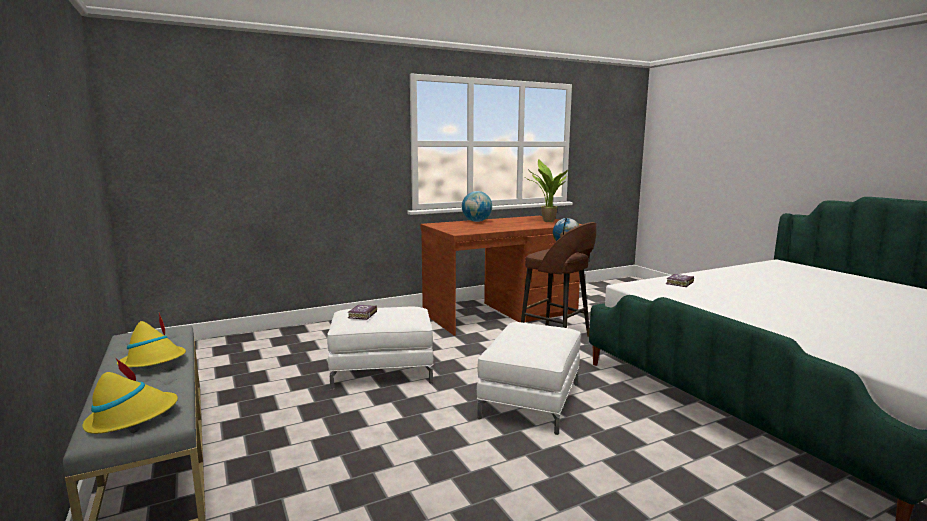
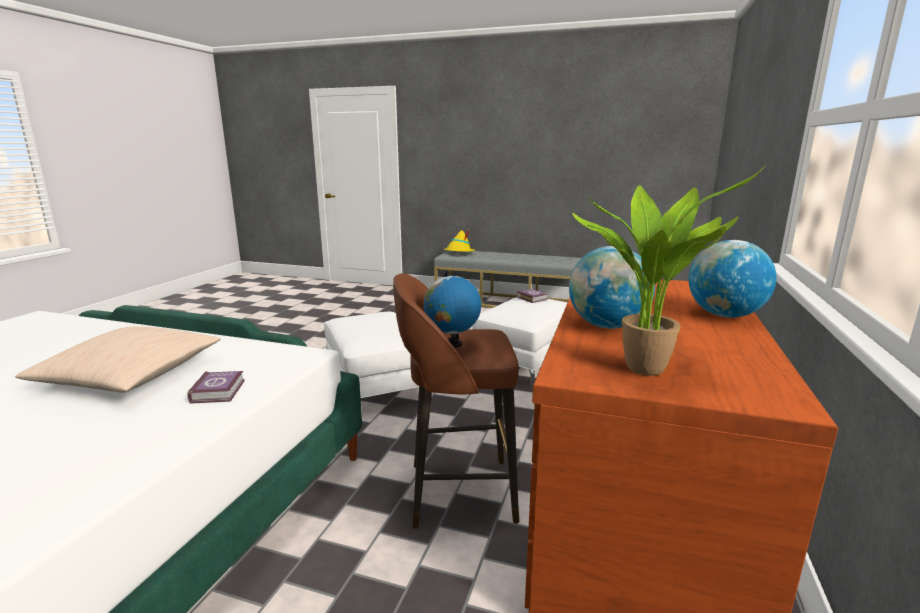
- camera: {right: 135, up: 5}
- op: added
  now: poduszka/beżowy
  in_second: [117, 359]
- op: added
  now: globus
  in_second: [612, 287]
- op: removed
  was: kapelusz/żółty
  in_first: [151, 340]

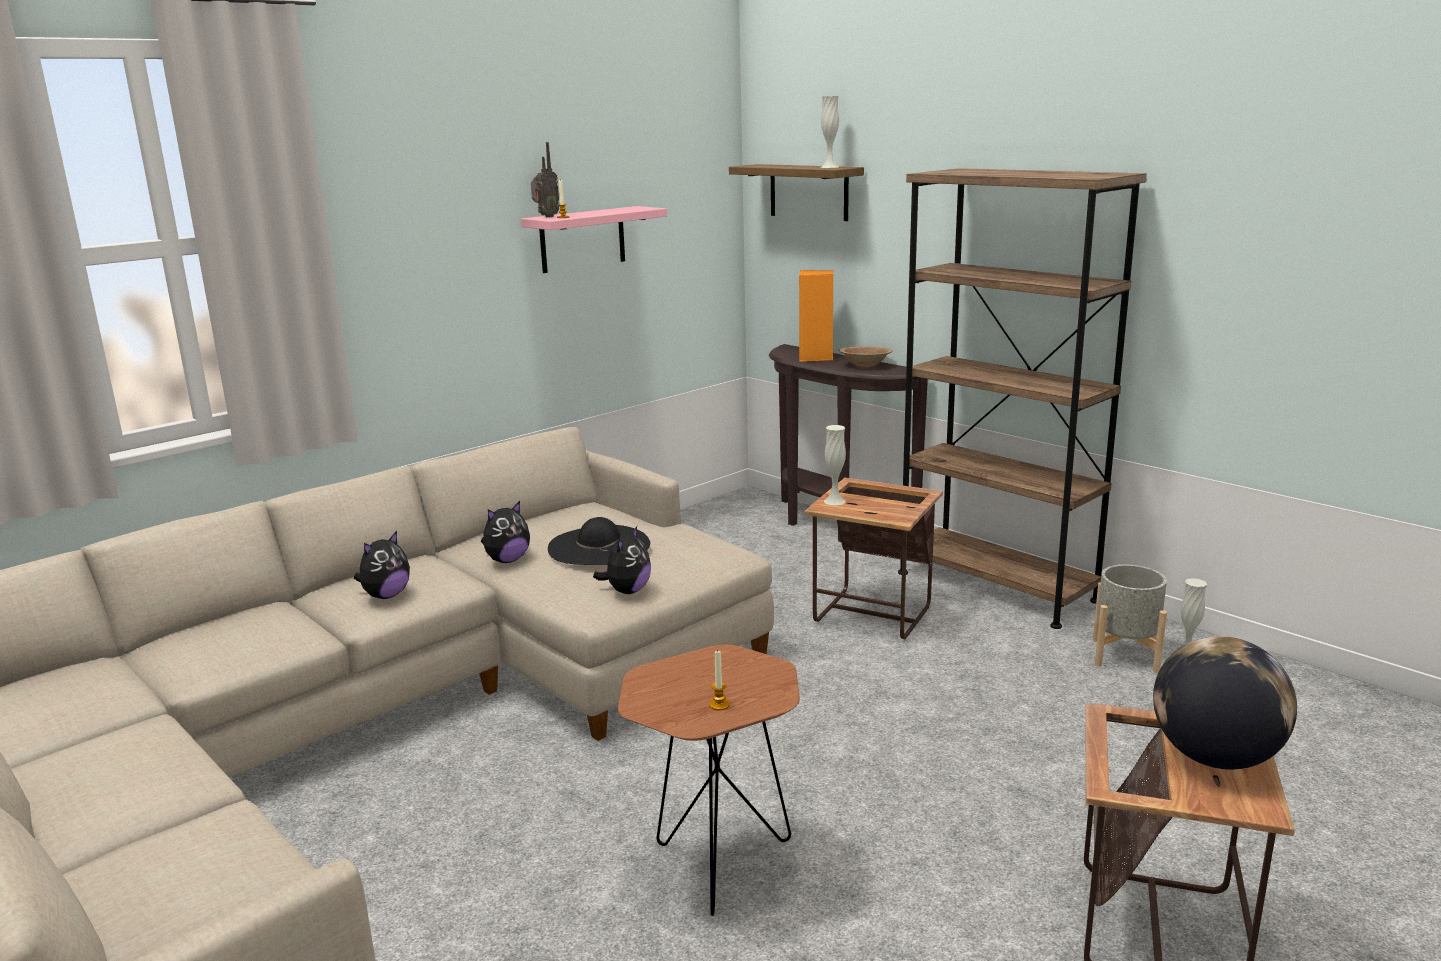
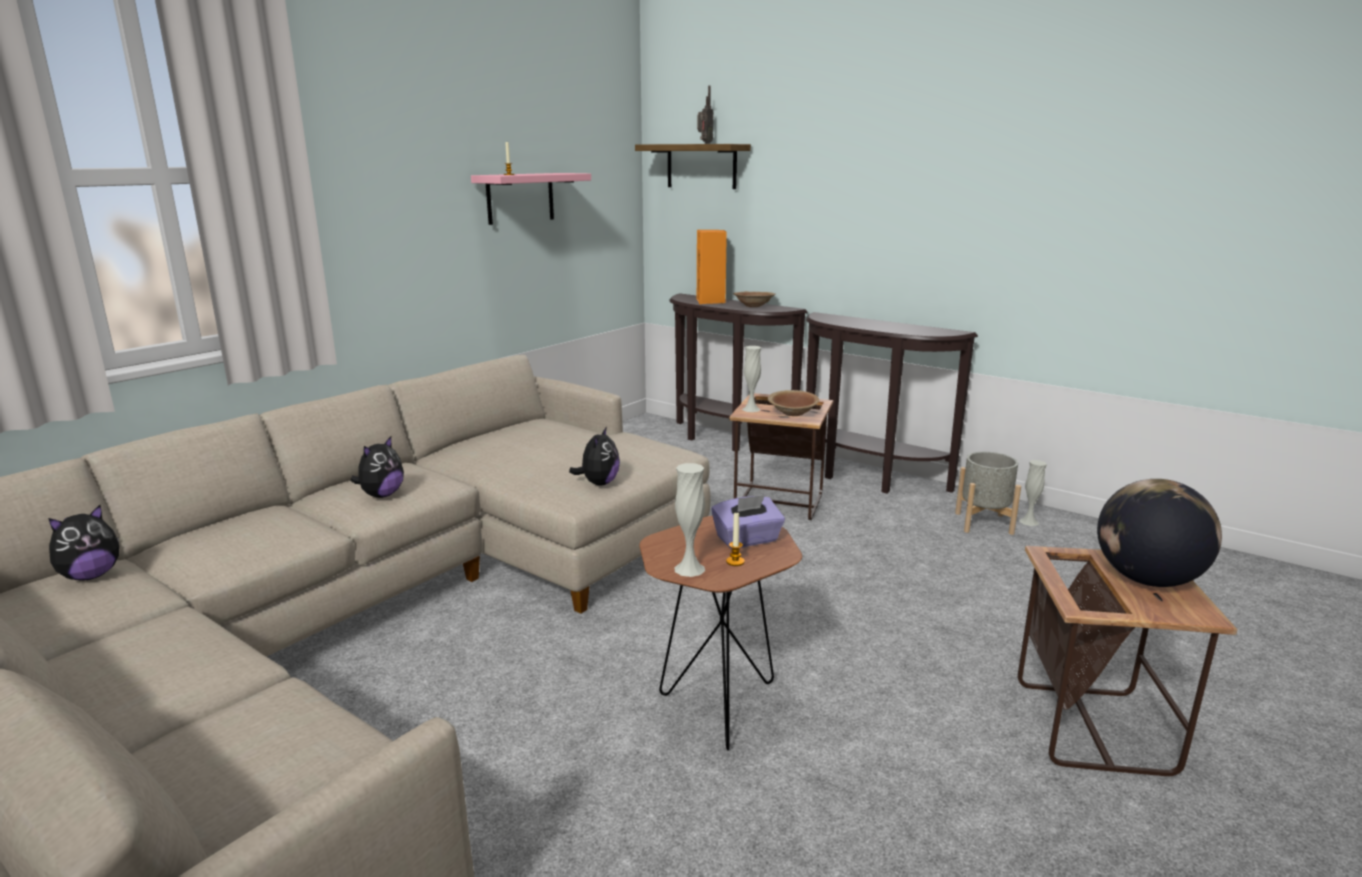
- camera: {right: -10, up: 0}
- op: moved
  was: pluszak
  in_first: [505, 532]
  in_second: [84, 543]
- op: moved
  was: wazon/biały
  in_first: [829, 132]
  in_second: [689, 520]
- op: moved
  was: radio
  in_first: [545, 179]
  in_second: [705, 115]
- op: added
  now: pudełko chusteczek/fioletowy
  in_second: [748, 522]
- op: added
  now: miska/brązowy
  in_second: [793, 403]
- op: replaced
  was: regał/brązowy
  now: stolik konsolowy/brązowy
  in_first: [1022, 398]
  in_second: [892, 403]
- op: removed
  was: kapelusz/czarny
  in_first: [599, 541]

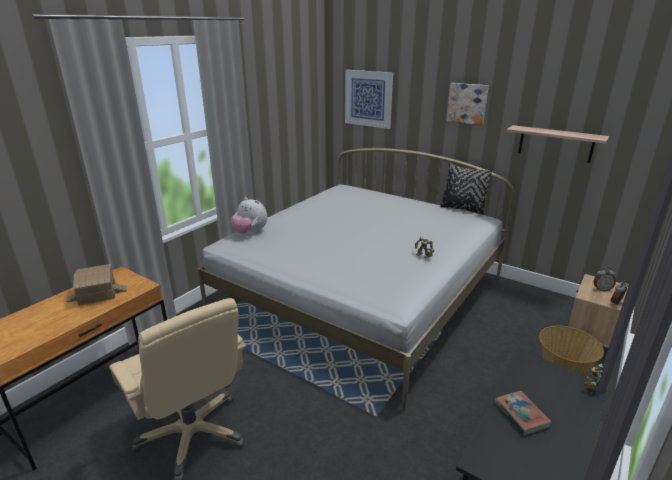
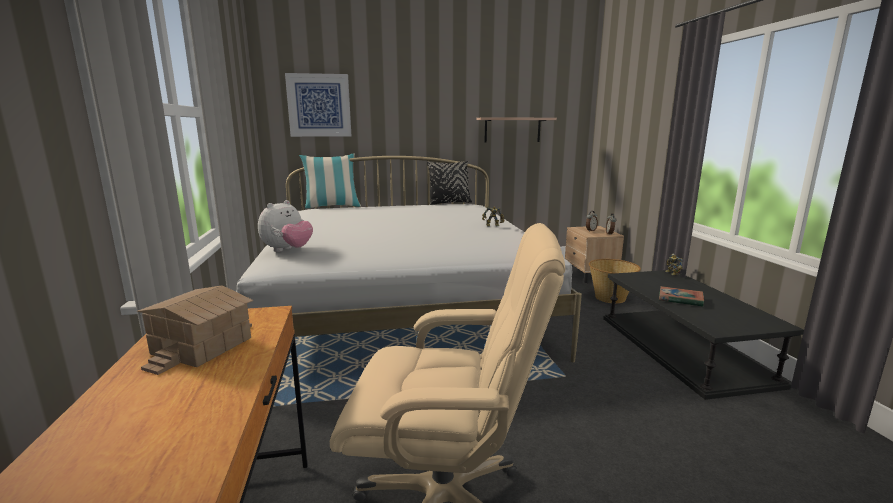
- camera: {right: -45, up: -10}
- op: turned
  was: pluszak
  in_first: [249, 215]
  in_second: [285, 226]
  clockwise: -45
- op: added
  now: poduszka
  in_second: [330, 180]
- op: removed
  was: obraz
  in_first: [467, 104]

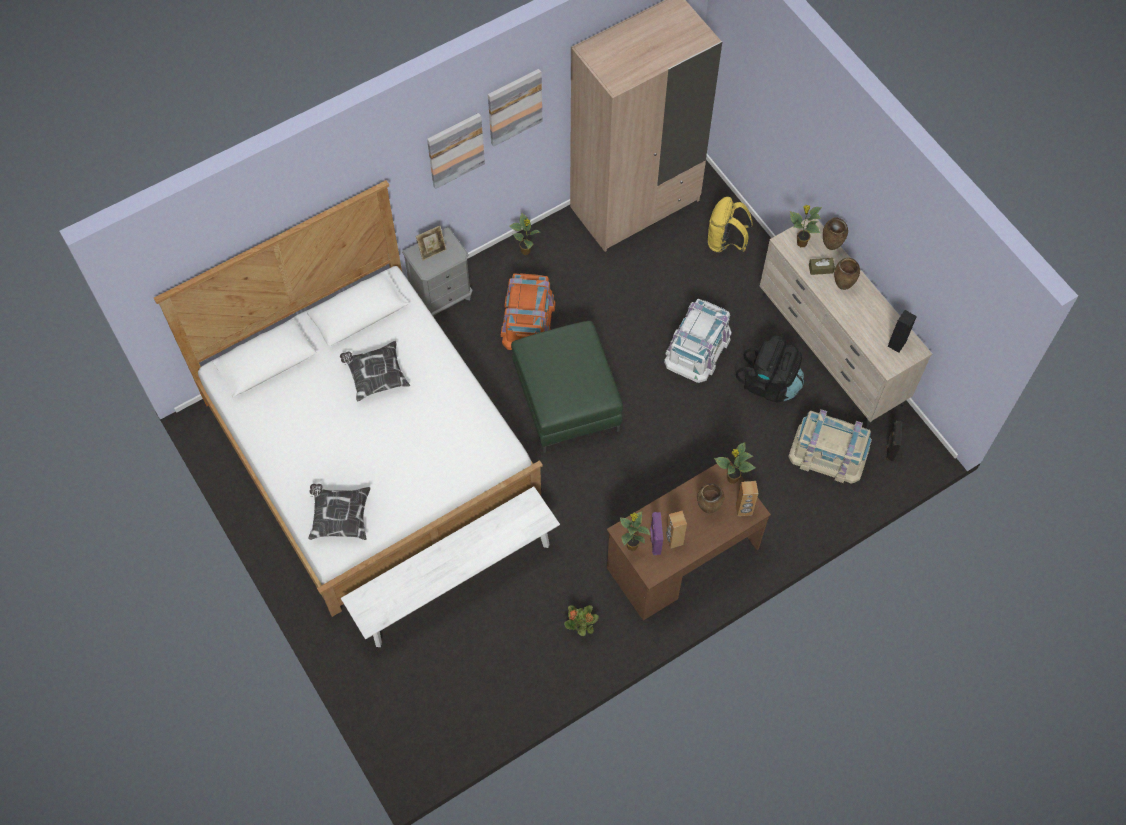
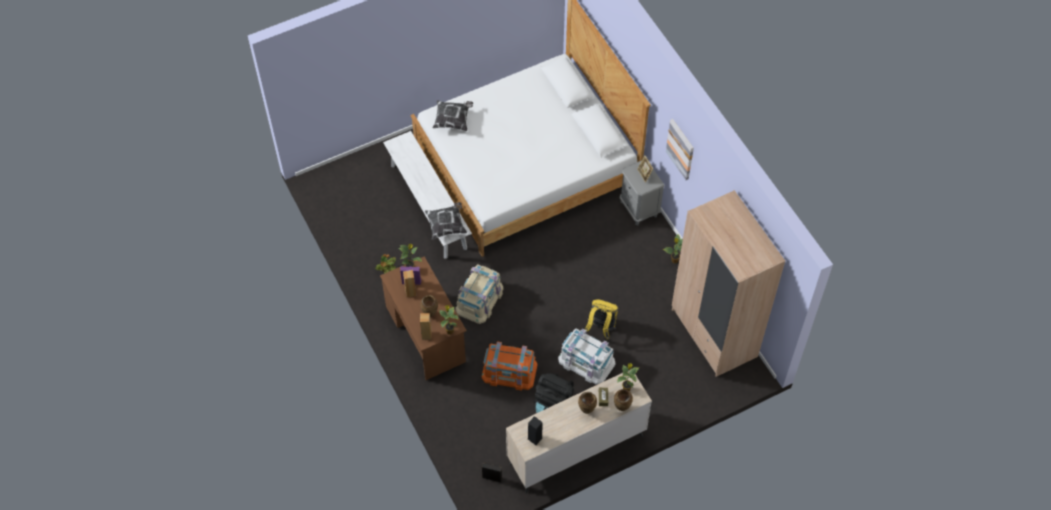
- camera: {right: 95, up: -5}
- op: moved
  was: poduszka
  in_first: [375, 371]
  in_second: [446, 221]
- op: moved
  was: pojemnik do przechowywania/beżowy
  in_first: [830, 446]
  in_second: [479, 294]
- op: moved
  was: pojemnik do przechowywania/pomarańczowy
  in_first: [528, 311]
  in_second: [509, 366]
- op: moved
  was: plecak/żółty
  in_first: [730, 225]
  in_second: [601, 319]
- op: removed
  was: obraz
  in_first: [515, 108]
- op: removed
  was: pufa/zielony
  in_first: [567, 387]

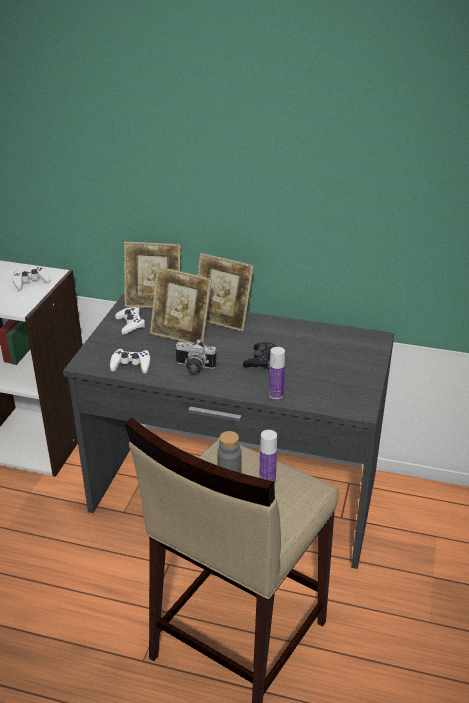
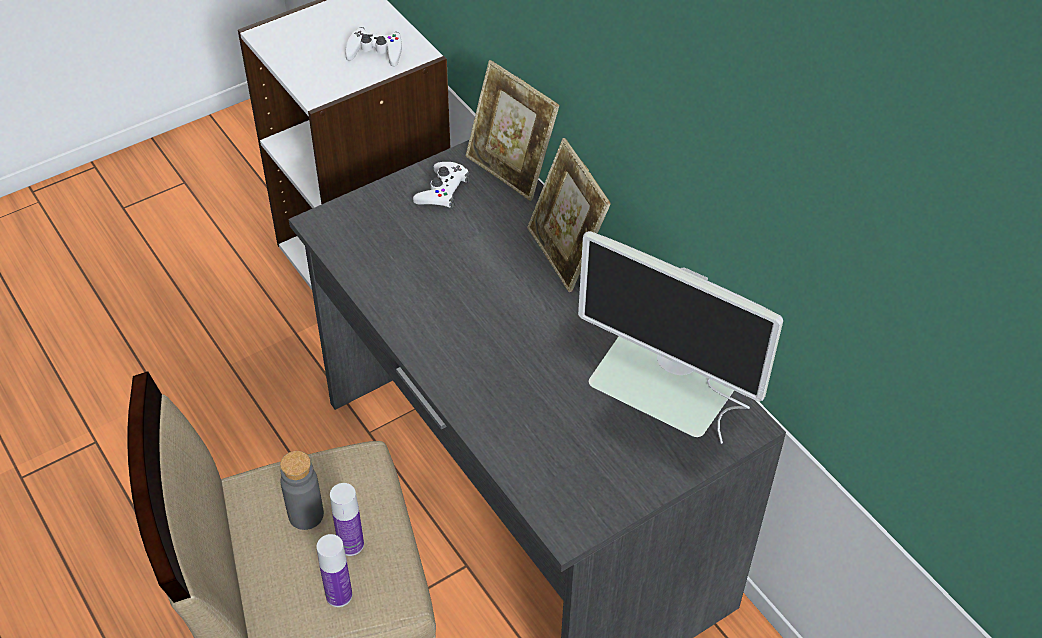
- camera: {right: 40, up: 15}
- op: moved
  was: butelka
  in_first: [277, 373]
  in_second: [334, 570]
- op: added
  now: monitor
  in_second: [680, 337]
- op: removed
  was: pad do gier/biały
  in_first: [130, 361]
- op: removed
  was: ramka na zdjęcie
  in_first: [181, 305]
- op: removed
  was: aparat fotograficzny
  in_first: [196, 357]
- op: removed
  was: pad do gier/czarny
  in_first: [260, 355]

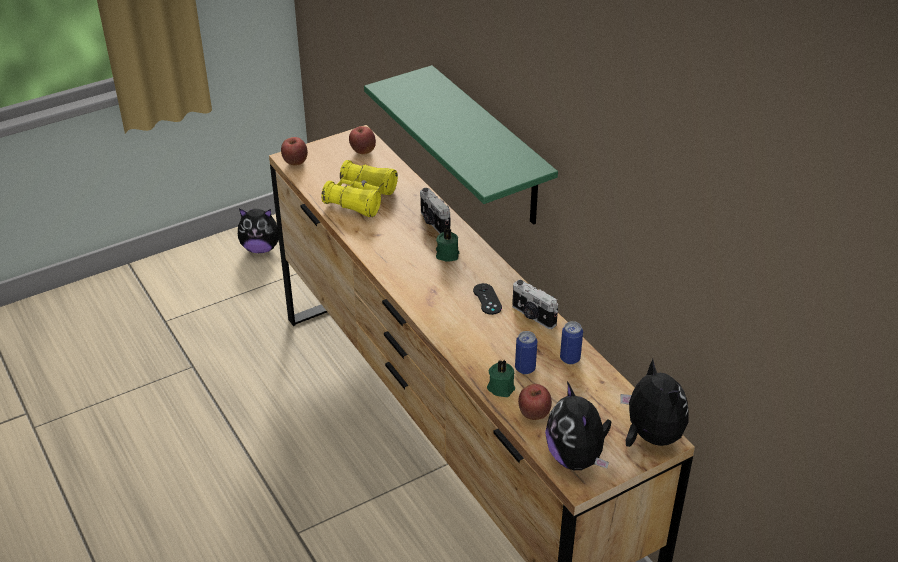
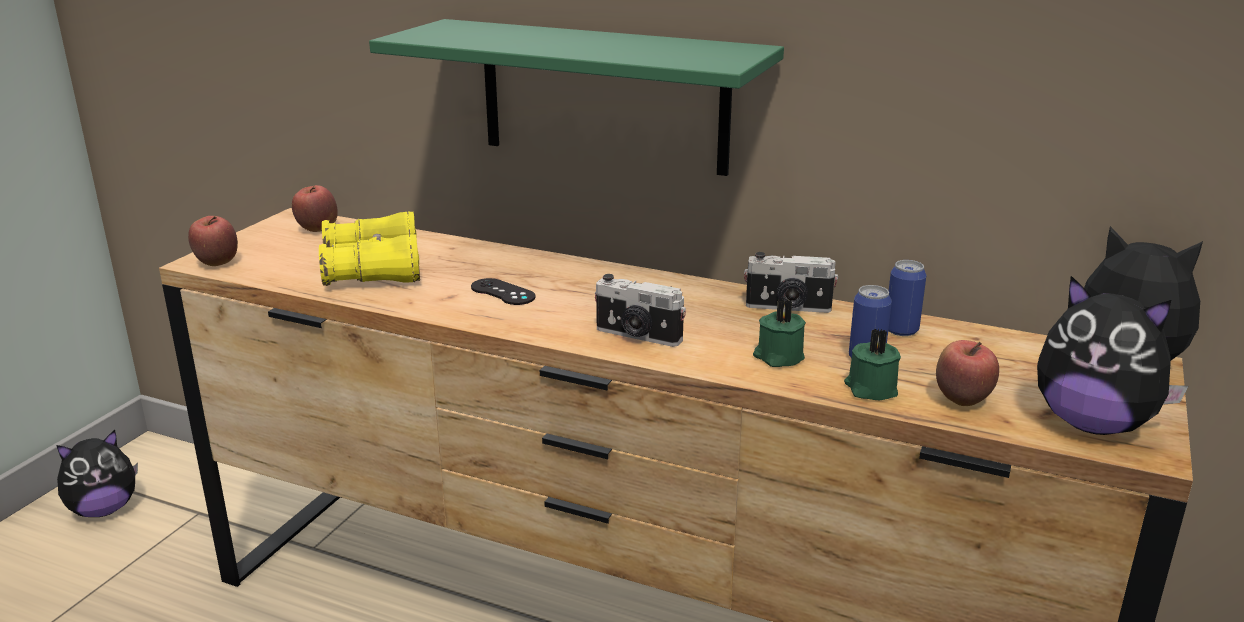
- camera: {right: -35, up: -15}
- op: moved
  was: pad do gier/czarny
  in_first: [487, 299]
  in_second: [503, 291]
- op: moved
  was: aparat fotograficzny
  in_first: [435, 211]
  in_second: [640, 310]
- op: moved
  was: świeca/zielony
  in_first: [448, 245]
  in_second: [779, 333]

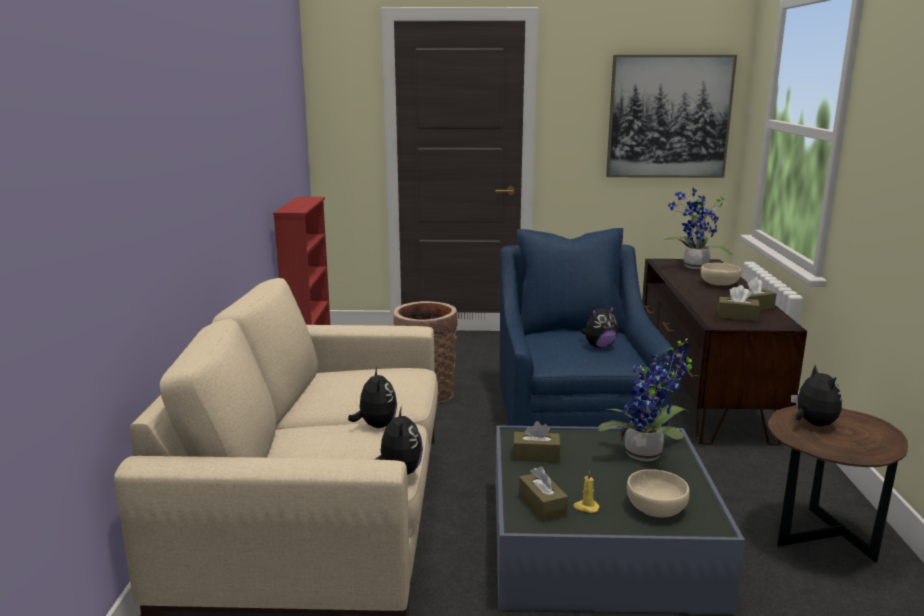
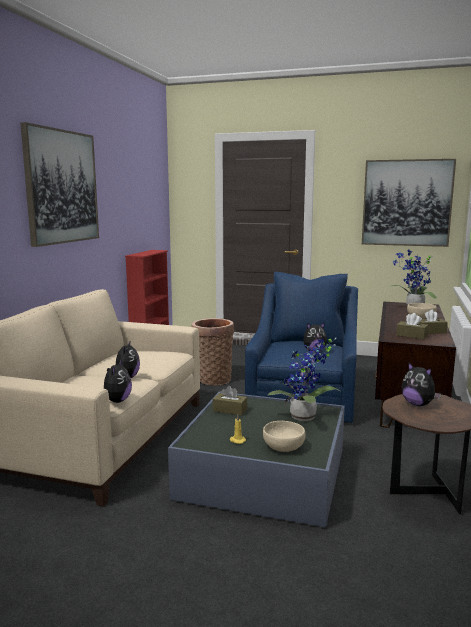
- camera: {right: 15, up: -5}
- op: added
  now: obraz
  in_second: [59, 184]
- op: turned
  was: pluszak
  in_first: [816, 395]
  in_second: [421, 384]
  clockwise: 135
- op: removed
  was: pudełko chusteczek/brązowy
  in_first: [543, 494]

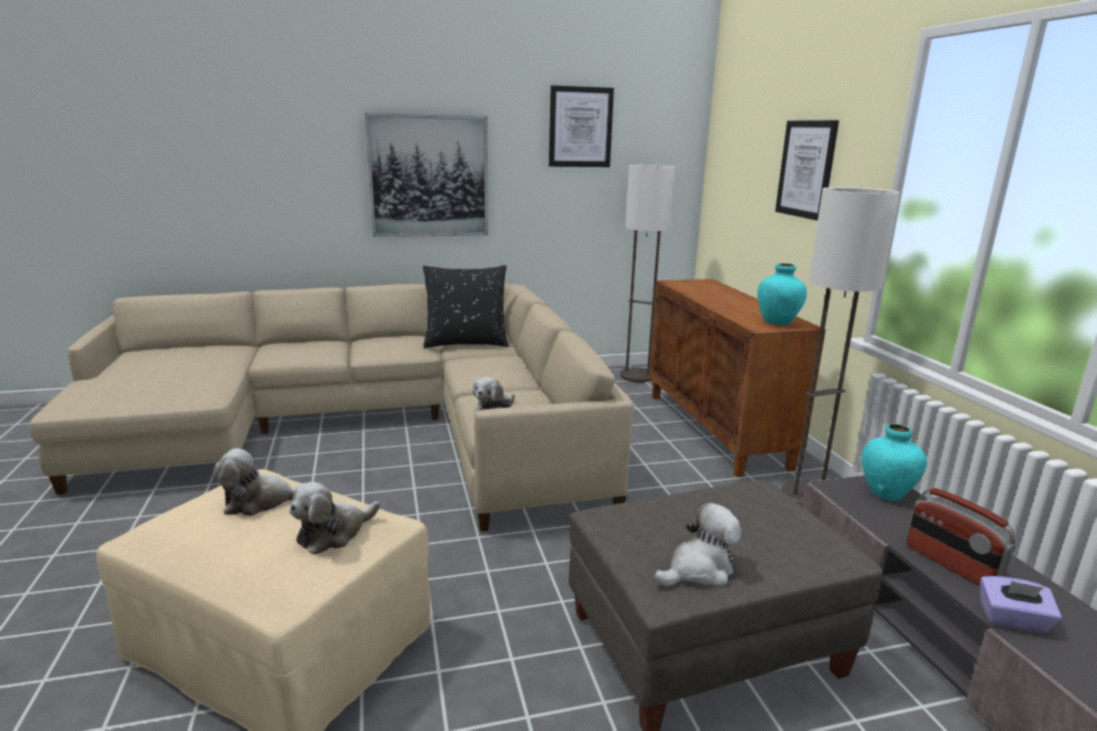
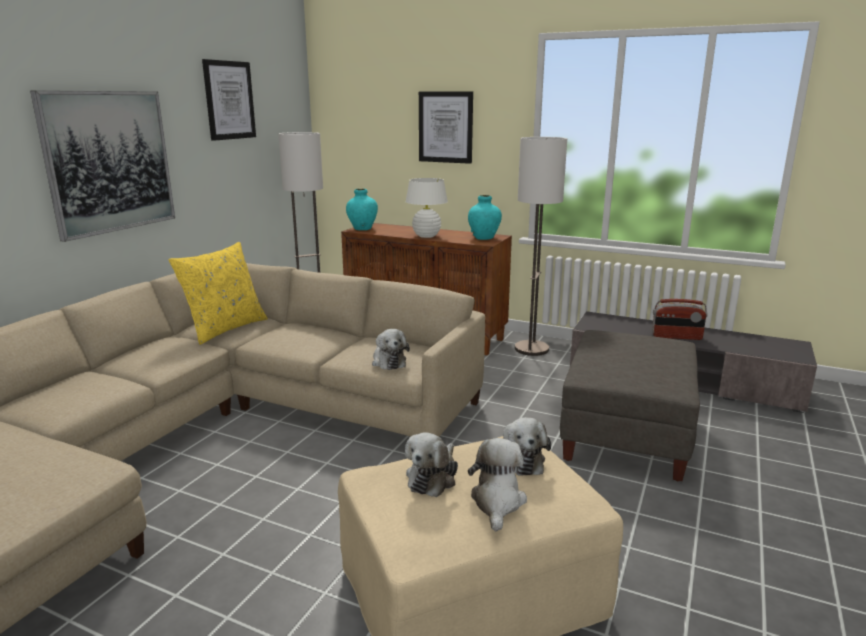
- camera: {right: -50, up: 0}
- op: recoloured
  was: poduszka/czarny
  now: poduszka/żółty
  in_first: [465, 306]
  in_second: [218, 293]
- op: moved
  was: wazon/turkusowy
  in_first: [894, 462]
  in_second: [362, 209]
- op: added
  now: lampa stołowa/biały
  in_second: [426, 208]
- op: moved
  was: pluszak
  in_first: [697, 544]
  in_second: [497, 485]
- op: removed
  was: pudełko chusteczek/fioletowy
  in_first: [1021, 605]

